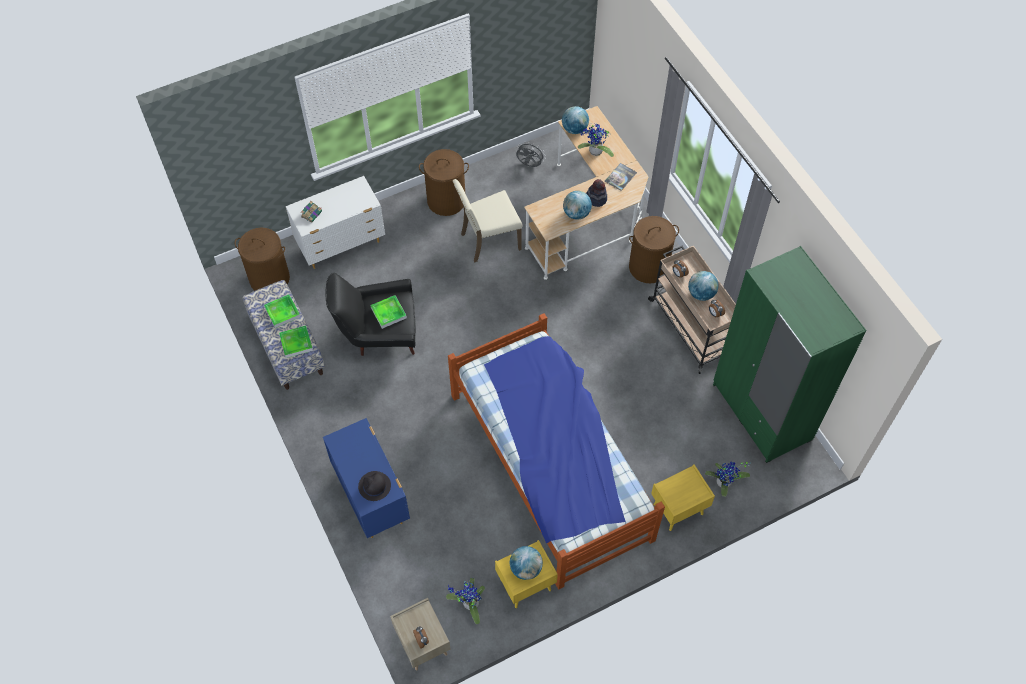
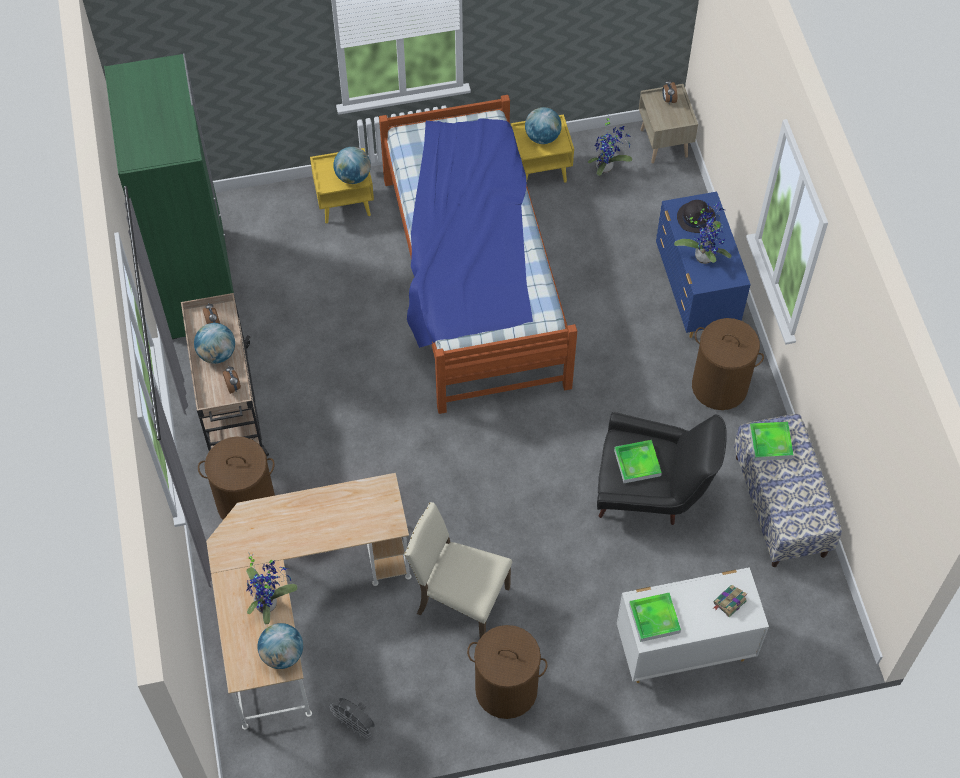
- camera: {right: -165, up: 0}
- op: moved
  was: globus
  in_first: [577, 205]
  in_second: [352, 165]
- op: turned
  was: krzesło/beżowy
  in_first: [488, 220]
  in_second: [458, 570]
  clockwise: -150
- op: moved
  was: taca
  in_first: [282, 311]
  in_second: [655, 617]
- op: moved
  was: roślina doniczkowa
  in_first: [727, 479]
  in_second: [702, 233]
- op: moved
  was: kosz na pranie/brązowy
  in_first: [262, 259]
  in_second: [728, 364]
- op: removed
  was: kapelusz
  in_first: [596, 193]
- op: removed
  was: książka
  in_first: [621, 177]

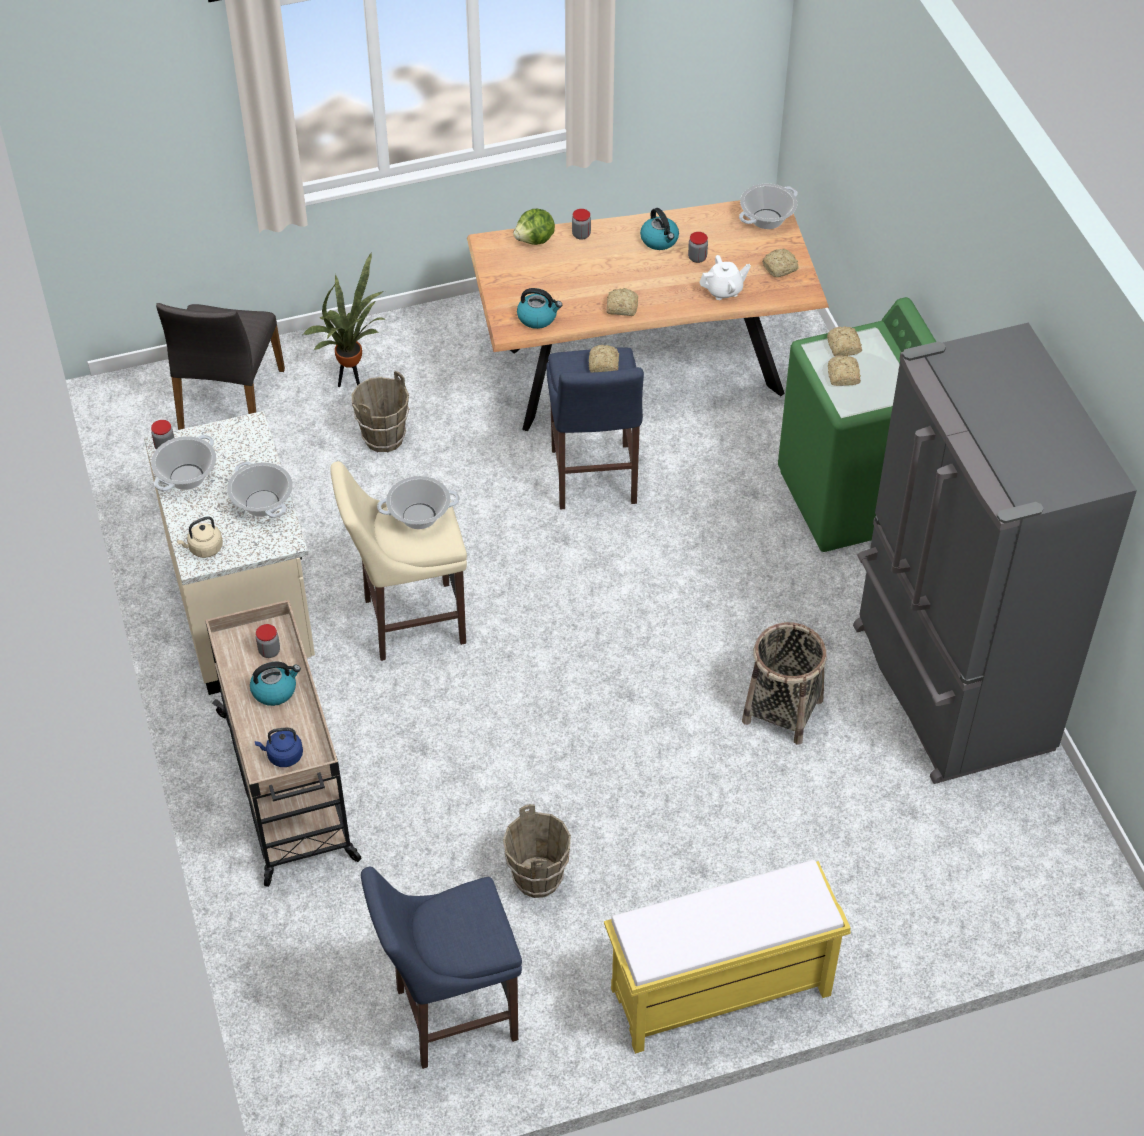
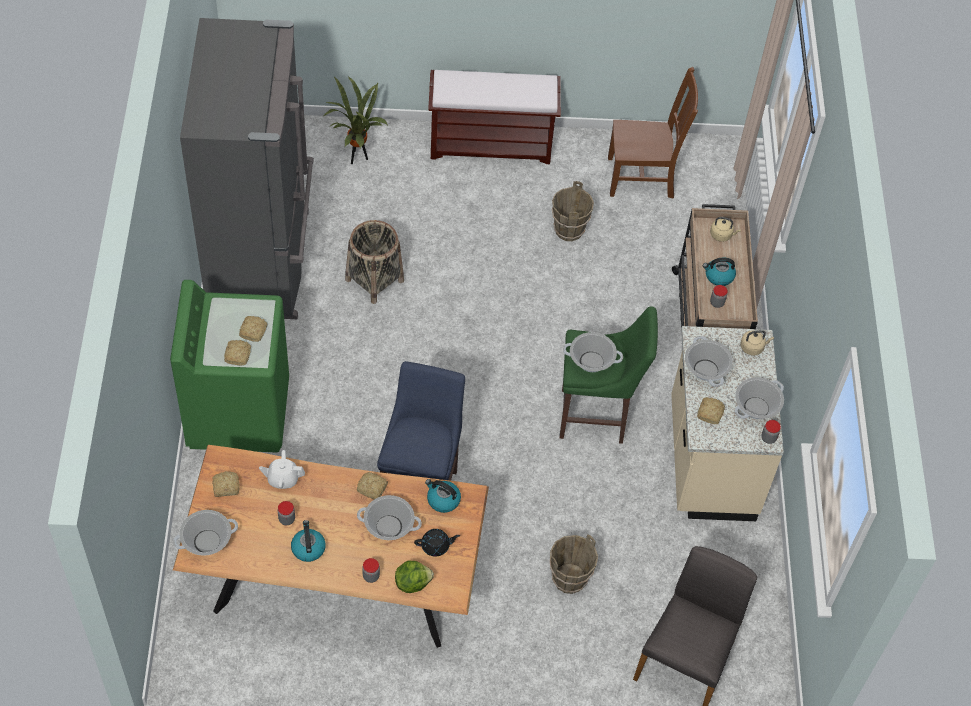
- camera: {right: -165, up: 5}
- op: moved
  was: roślina doniczkowa
  in_first: [344, 319]
  in_second: [355, 120]
- op: added
  now: garnek
  in_second: [389, 517]
- op: added
  now: imbryk/czarny
  in_second: [437, 543]
- op: recoloured
  was: ławka/żółty
  now: ławka/brązowy
  in_first: [727, 957]
  in_second: [494, 117]
- op: recoloured
  was: stołek/beżowy
  now: stołek/zielony
  in_first: [398, 561]
  in_second: [608, 375]
- op: replaced
  was: stołek/niebieski
  now: krzesło/brązowy
  in_first: [441, 968]
  in_second: [653, 133]
- op: moved
  was: chleb
  in_first: [604, 358]
  in_second: [711, 410]
- op: recoloured
  was: czajnik/niebieski
  now: czajnik/beżowy
  in_first: [279, 747]
  in_second: [725, 229]

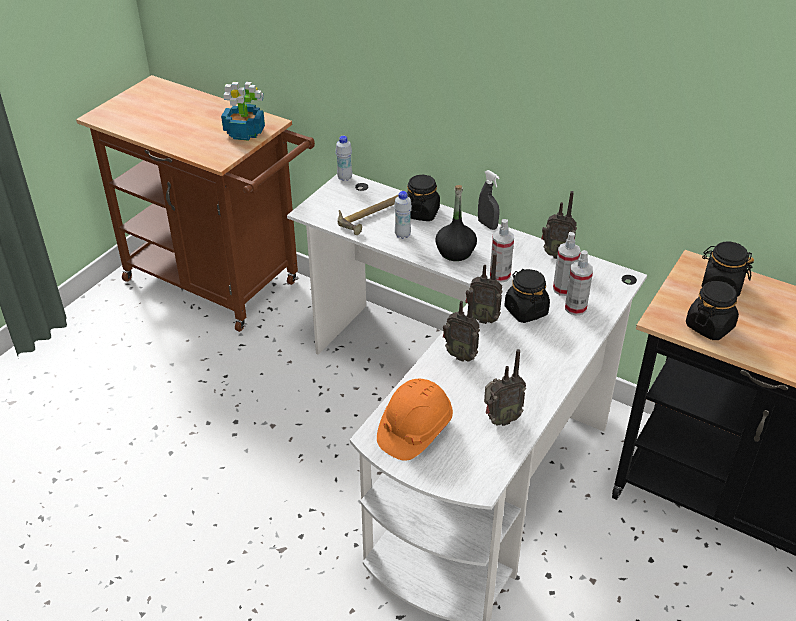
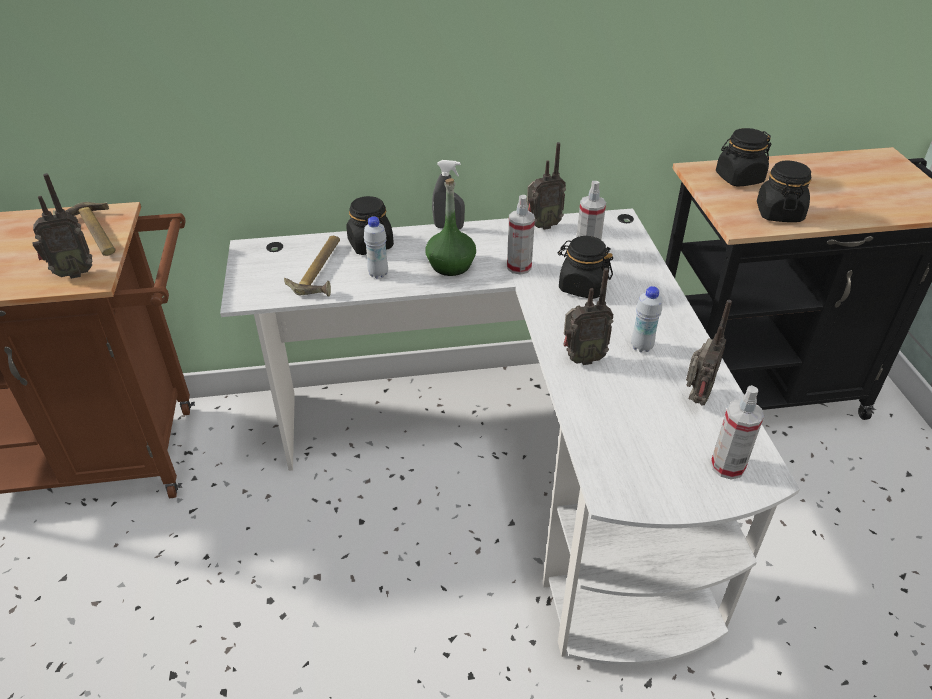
- camera: {right: -40, up: 0}
- op: moved
  was: radio
  in_first: [484, 288]
  in_second: [62, 226]
- op: replaced
  was: roślina doniczkowa
  now: młotek
  in_first: [243, 111]
  in_second: [84, 229]
- op: recoloured
  was: butelka/czarny
  now: butelka/zielony
  in_first: [456, 223]
  in_second: [451, 227]
- op: moved
  was: butelka/biały
  in_first: [344, 158]
  in_second: [646, 319]
- op: moved
  was: spryskiwacz
  in_first: [579, 283]
  in_second: [737, 432]
- op: removed
  was: kask/pomarańczowy
  in_first: [415, 420]

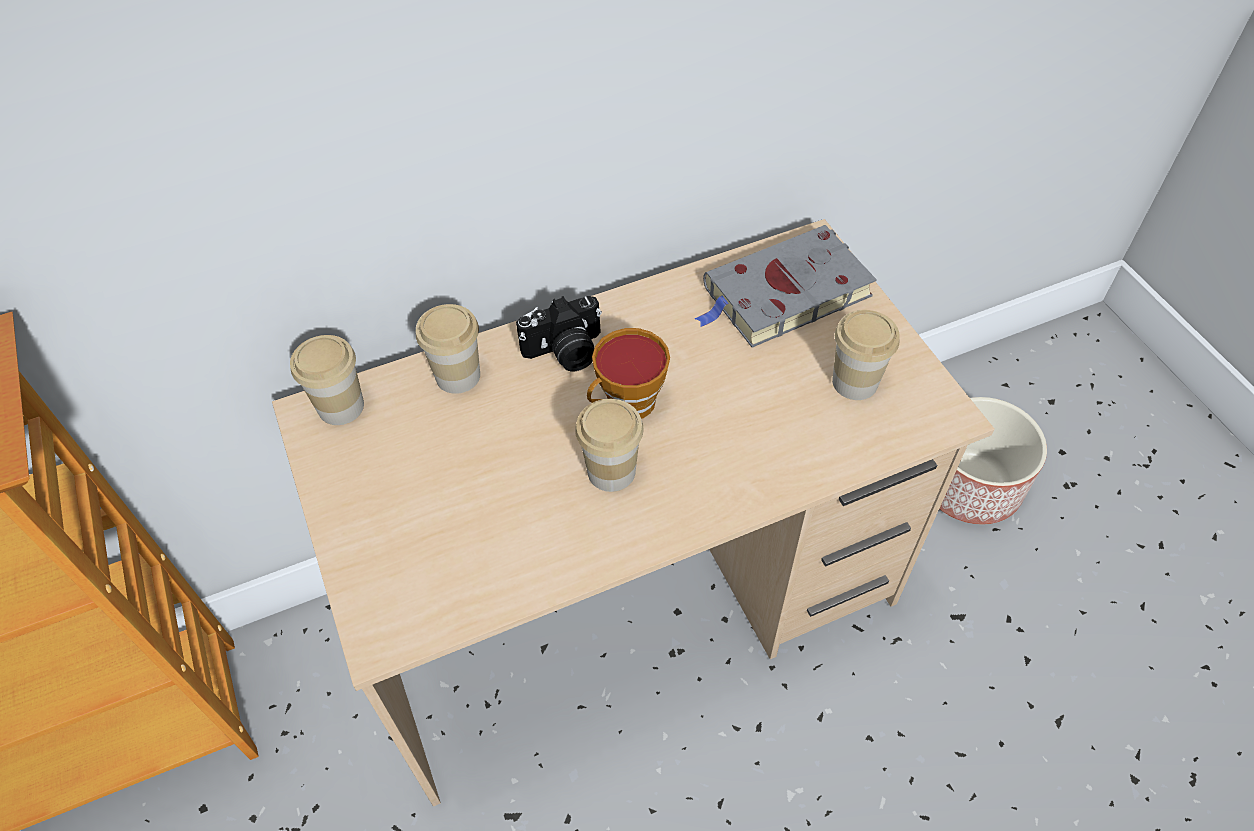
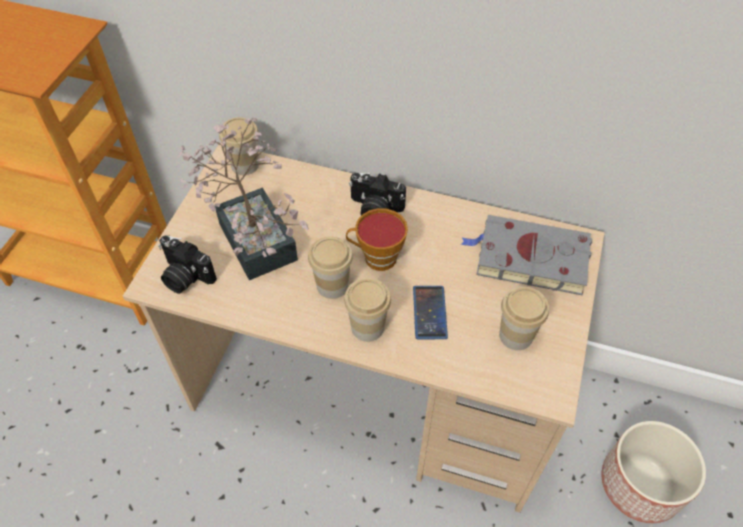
- camera: {right: 40, up: 0}
- op: added
  now: aparat fotograficzny
  in_second: [187, 264]
- op: added
  now: roślina doniczkowa
  in_second: [242, 198]
- op: moved
  was: filiżanka
  in_first: [448, 349]
  in_second: [367, 310]
- op: added
  now: telefon
  in_second: [430, 312]

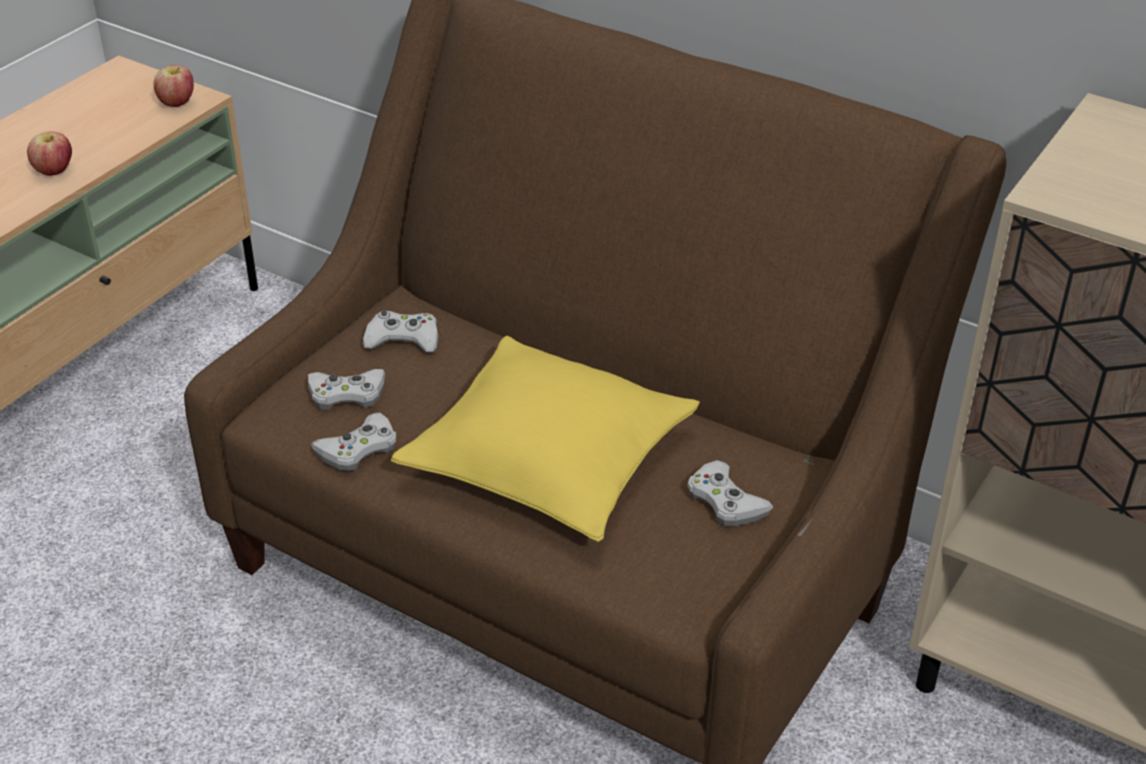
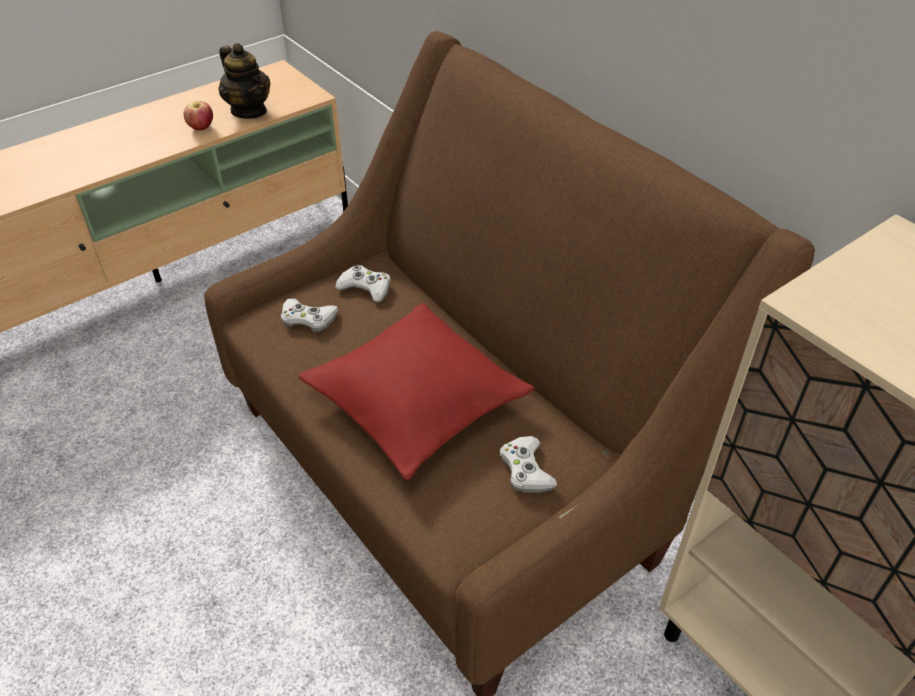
- camera: {right: 20, up: 5}
- op: added
  now: imbryk
  in_second: [244, 81]
- op: recoloured
  was: poduszka/żółty
  now: poduszka/czerwony
  in_first: [545, 438]
  in_second: [416, 391]
- op: removed
  was: jabłko
  in_first: [173, 86]
- op: removed
  was: pad do gier/biały
  in_first: [354, 442]

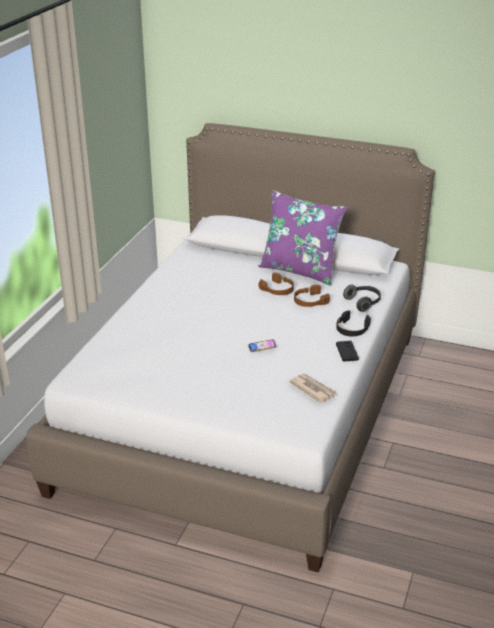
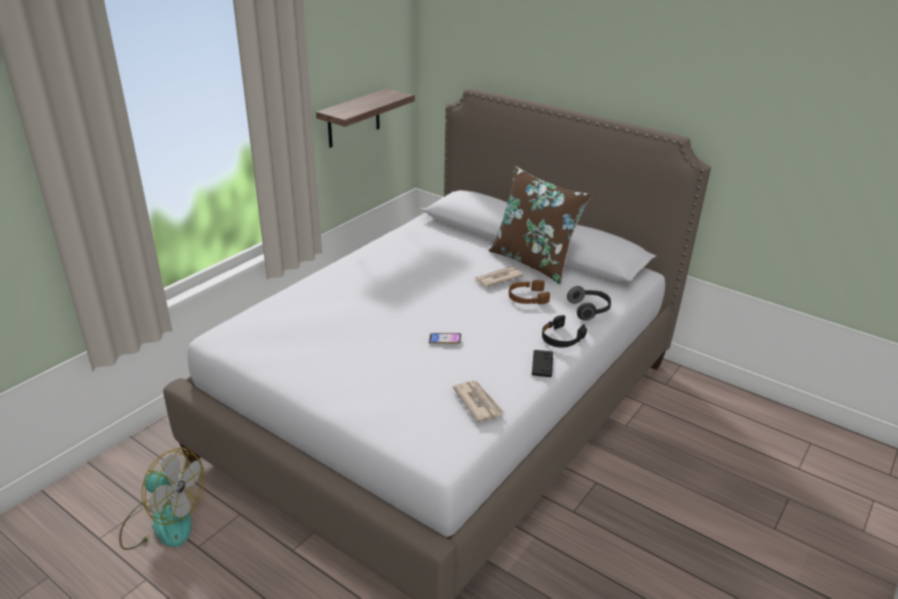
- camera: {right: 15, up: 0}
- op: added
  now: wentylator
  in_second: [162, 498]
- op: added
  now: półka
  in_second: [365, 118]
- op: replaced
  was: słuchawki/brązowy
  now: gazeta
  in_first: [276, 284]
  in_second: [499, 277]
- op: recoloured
  was: poduszka/fioletowy
  now: poduszka/brązowy
  in_first: [302, 238]
  in_second: [540, 225]

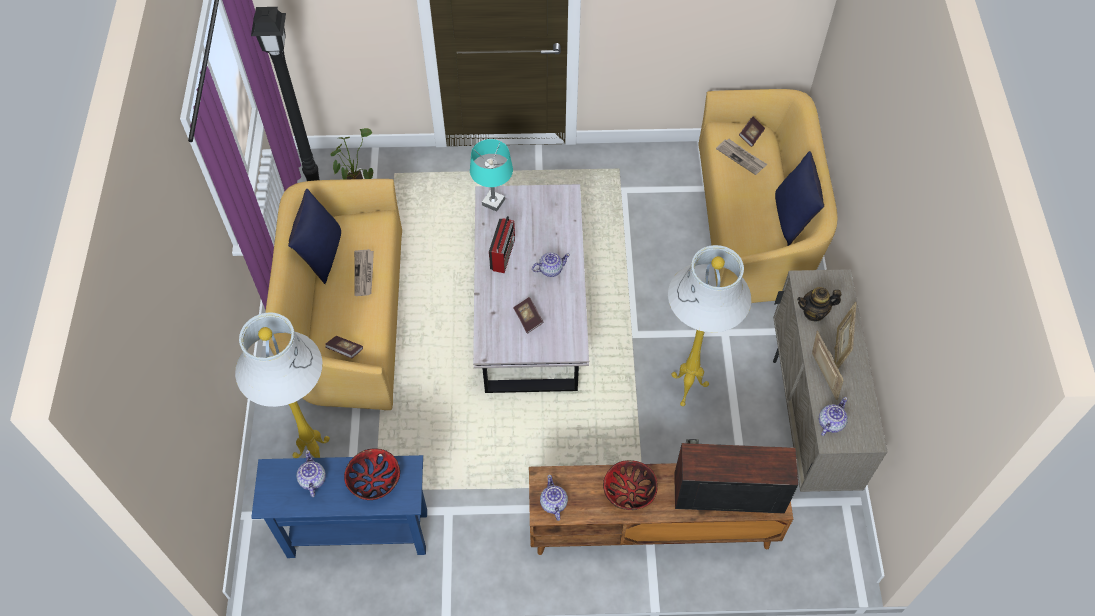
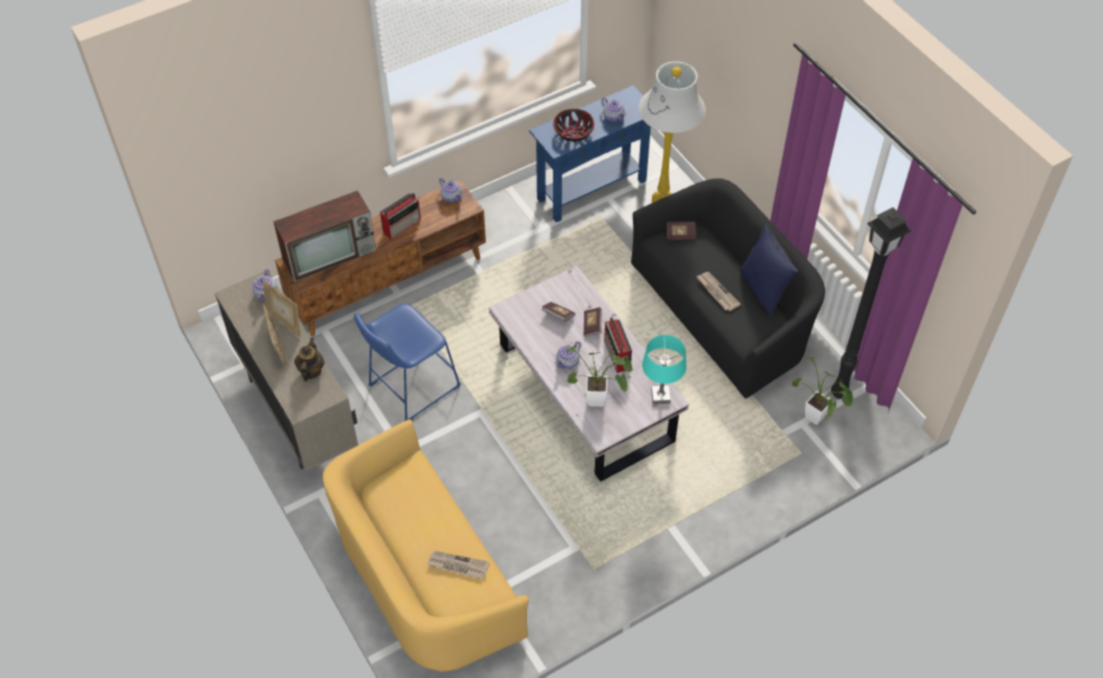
- camera: {right: 150, up: -5}
- op: turned
  was: imbryk
  in_first: [819, 304]
  in_second: [309, 359]
  clockwise: -45
- op: replaced
  was: lampa stojąca/biały
  now: stołek/niebieski
  in_first: [709, 325]
  in_second: [407, 362]
- op: replaced
  was: miska
  now: radio
  in_first: [630, 485]
  in_second: [400, 216]
- op: added
  now: roślina doniczkowa
  in_second: [598, 376]
- op: moved
  was: książka
  in_first: [752, 132]
  in_second: [593, 322]
- op: recoloured
  was: kanapa/żółty
  now: kanapa/czarny
  in_first: [333, 295]
  in_second: [728, 288]
- op: removed
  was: poduszka/niebieski
  in_first: [799, 198]

